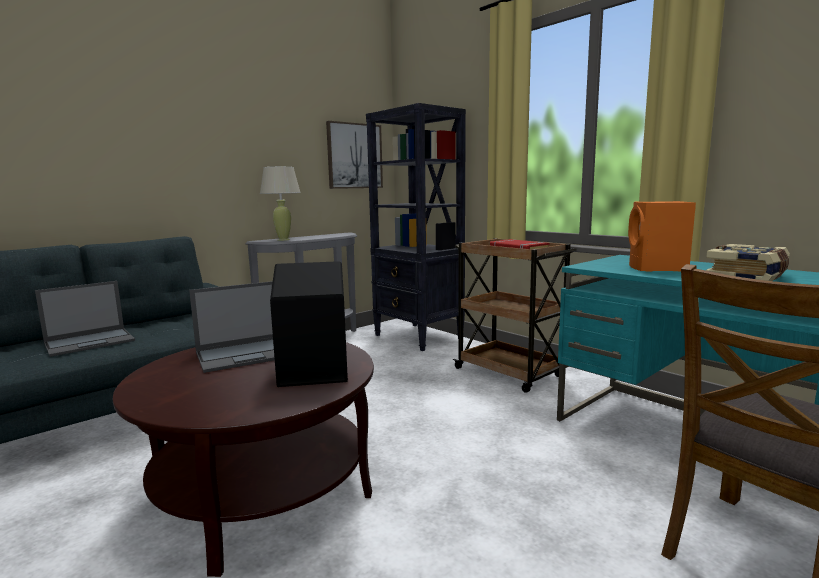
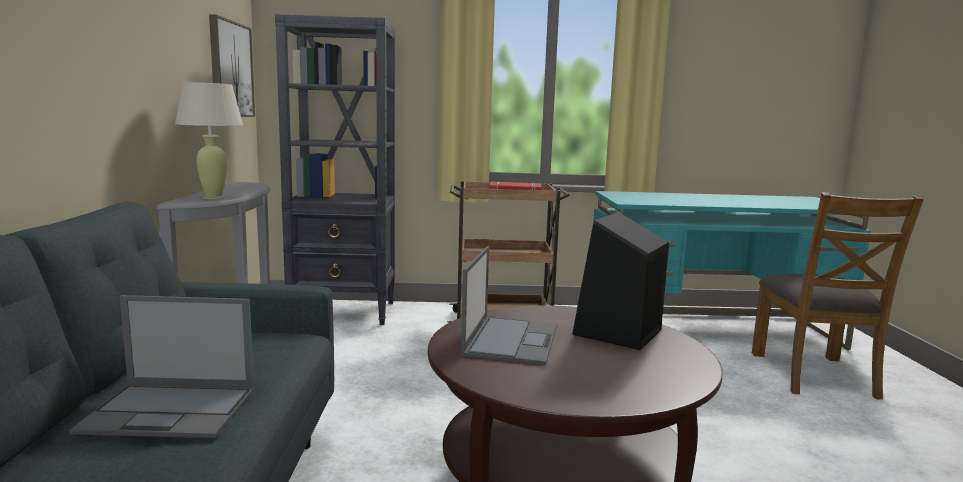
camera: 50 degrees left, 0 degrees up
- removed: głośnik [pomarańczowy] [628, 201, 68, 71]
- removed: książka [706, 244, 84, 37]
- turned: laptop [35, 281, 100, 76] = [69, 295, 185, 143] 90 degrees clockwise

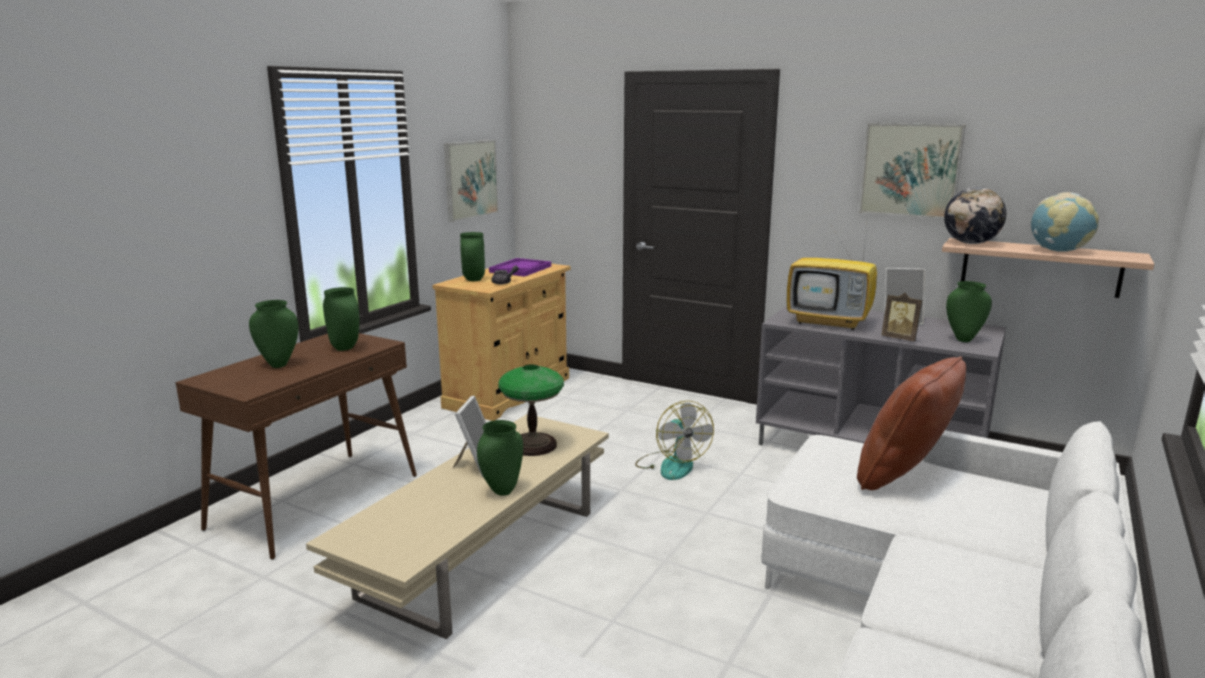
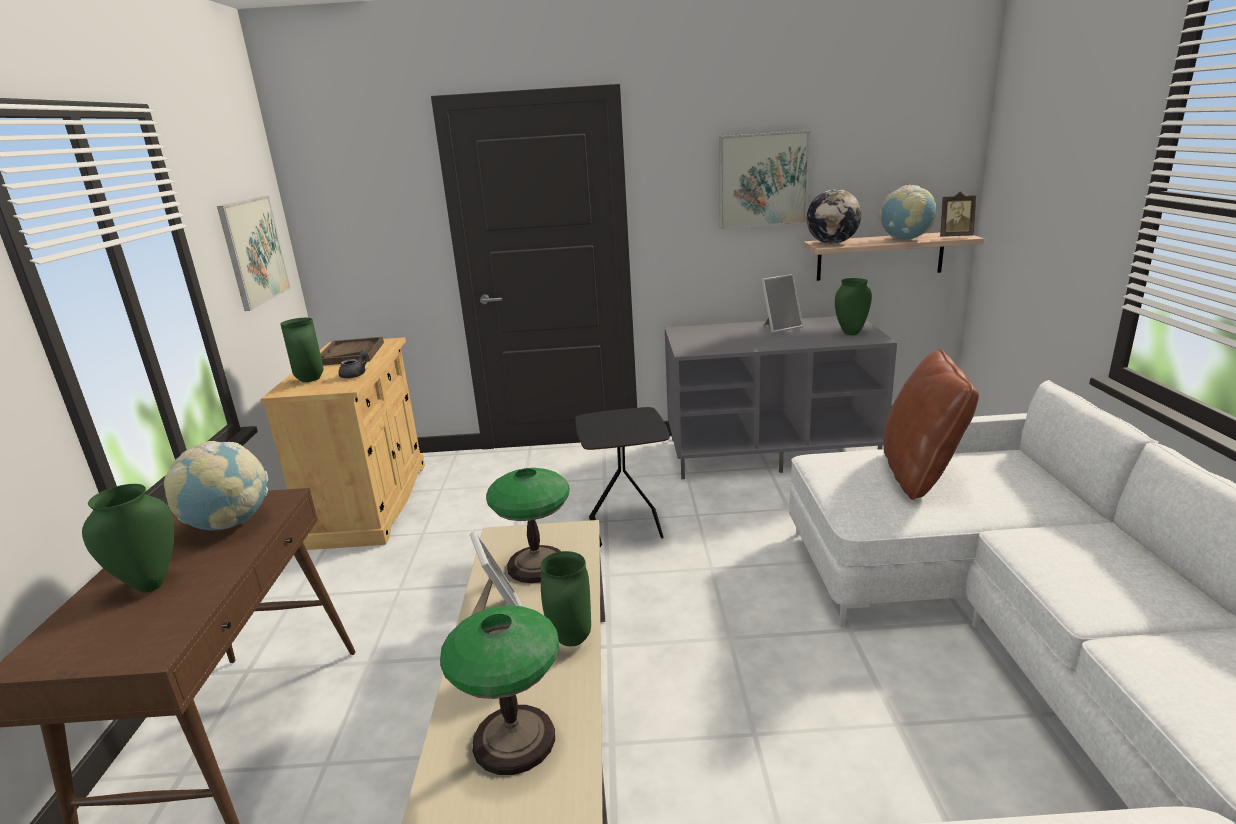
camera: 30 degrees left, 5 degrees up
- removed: telewizor [787, 226, 90, 104]
- recoloured: taca [fioletowy] [489, 258, 62, 19] to taca [brązowy] [321, 337, 63, 28]
- replaced: wazon [zielony] [323, 287, 36, 64] to globus [164, 441, 104, 89]
- moved: ramka na zdjęcie [881, 293, 41, 48] to [940, 192, 36, 45]
- replaced: wentylator [635, 401, 79, 79] to stolik [czarny] [575, 407, 95, 140]
- added: lampa stołowa [440, 605, 119, 170]

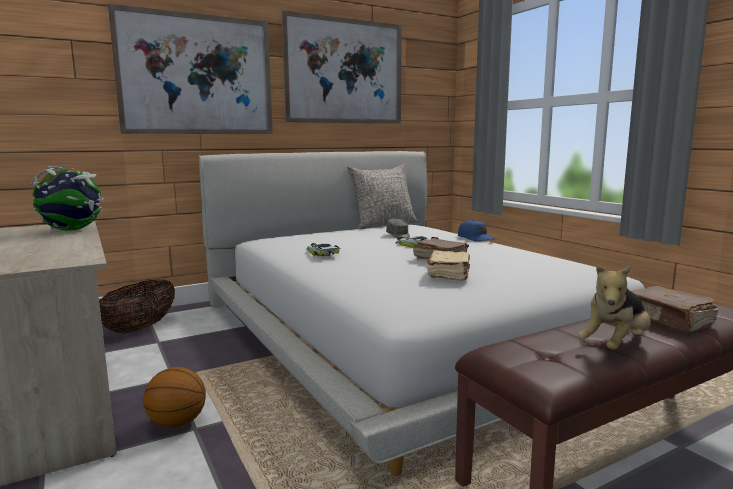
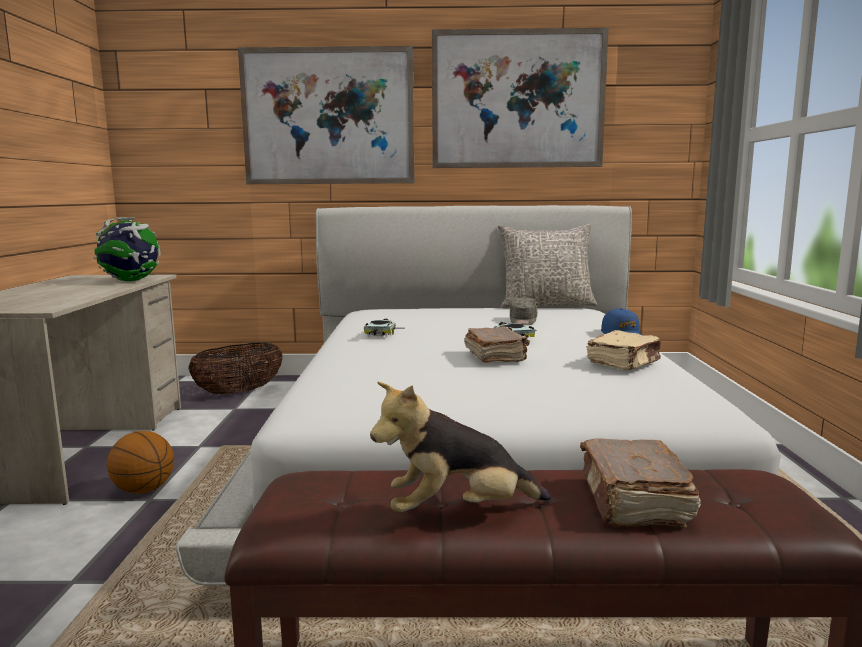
camera: 30 degrees right, 0 degrees up
- moved: książka [beżowy] [427, 250, 43, 31] to [587, 330, 74, 40]

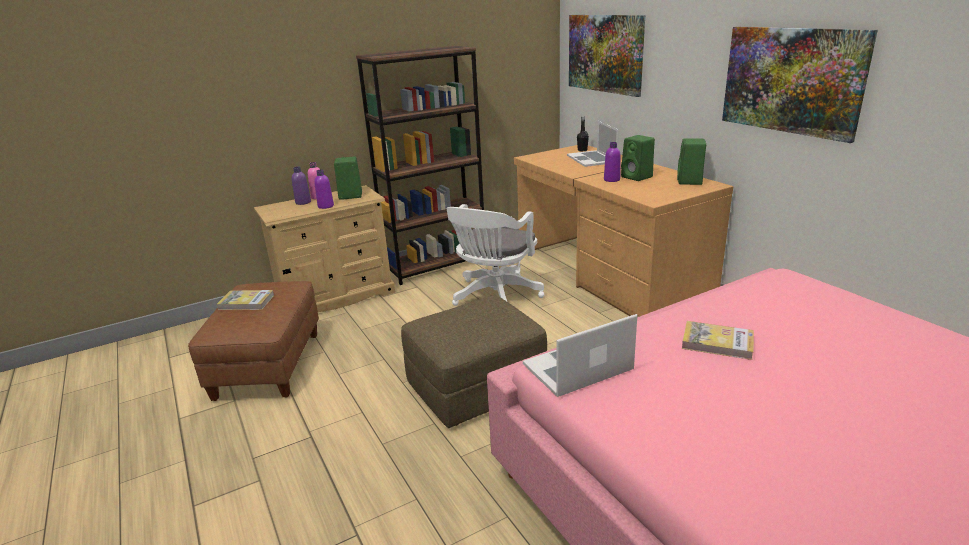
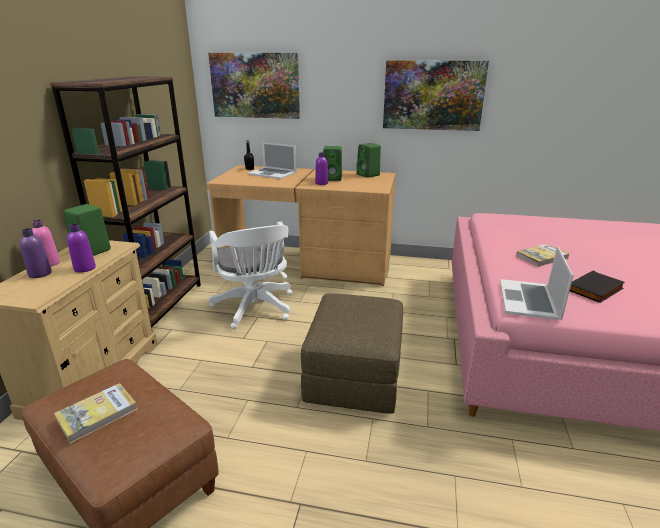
camera: 50 degrees left, 0 degrees up
- added: książka [czarny] [570, 271, 55, 32]

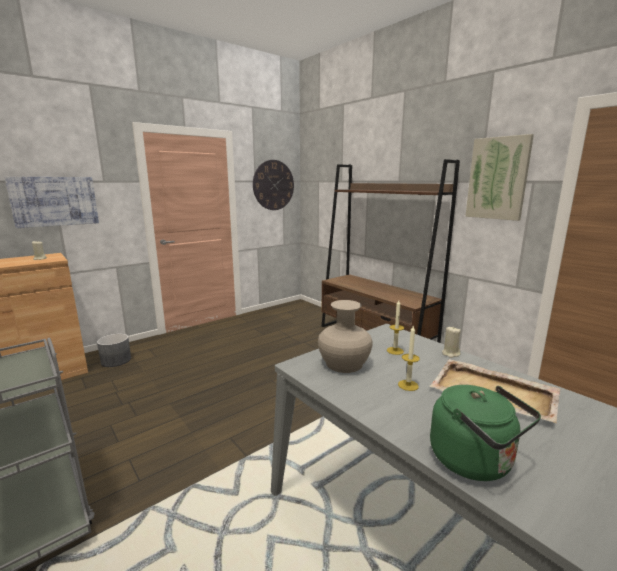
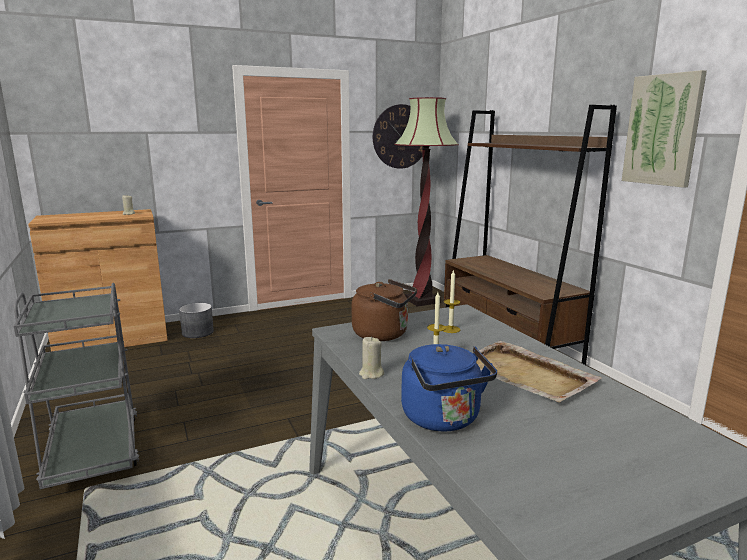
camera: 15 degrees right, 0 degrees up
- removed: obraz [4, 177, 95, 51]
- replaced: wazon [beżowy] [318, 300, 55, 73] to czajnik [brązowy] [352, 279, 65, 62]
- moved: świeca [beżowy] [442, 327, 19, 31] to [359, 336, 25, 43]
- recoloured: czajnik [zielony] [430, 385, 111, 96] to czajnik [niebieski] [401, 344, 96, 87]
- added: lampa stojąca [394, 97, 65, 210]

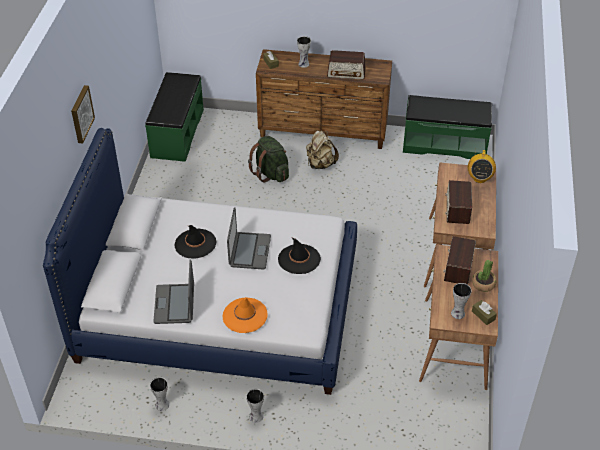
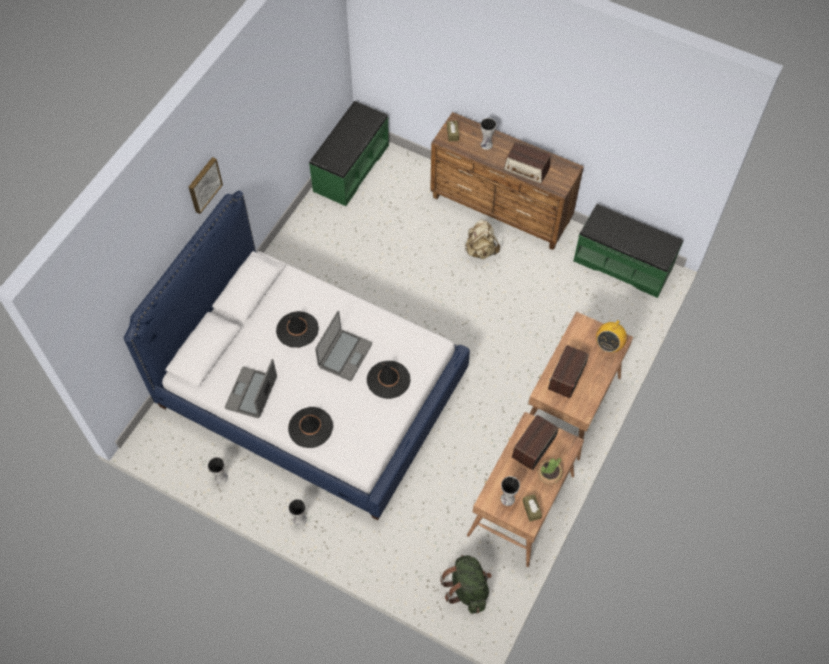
camera: 20 degrees right, 15 degrees up
- moved: plecak [zielony] [248, 136, 41, 46] to [440, 555, 52, 59]
- recoloured: kapelusz [pomarańczowy] [223, 297, 44, 36] to kapelusz [czarny] [288, 407, 45, 41]

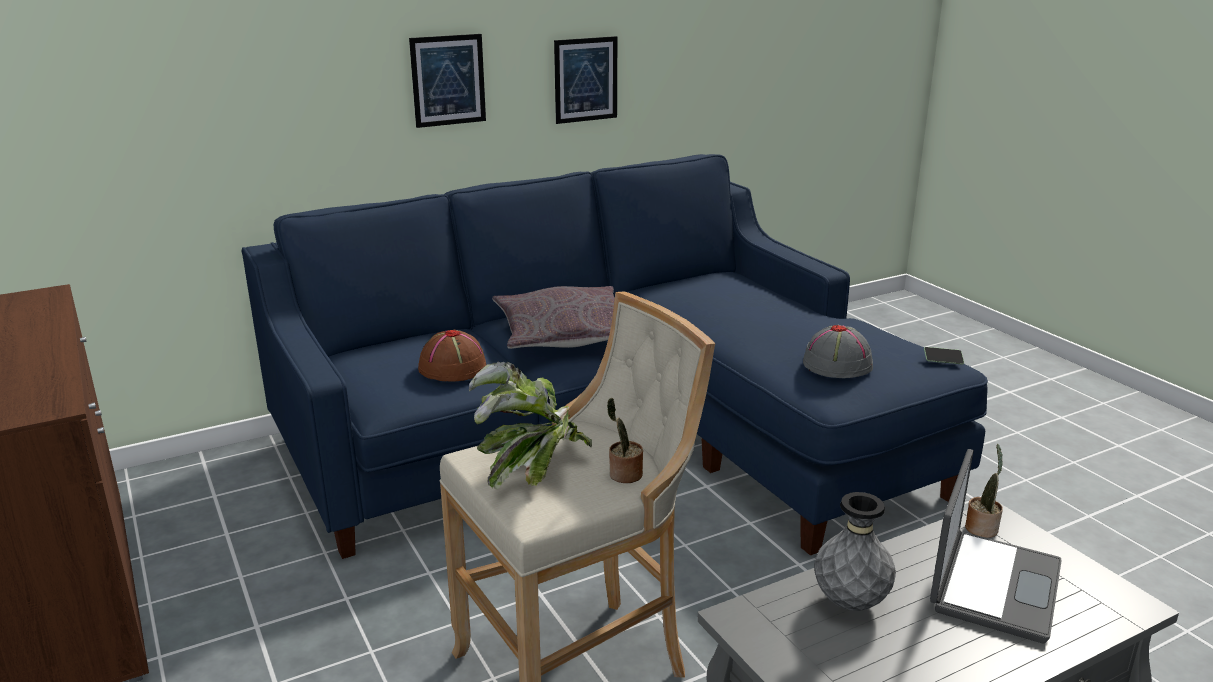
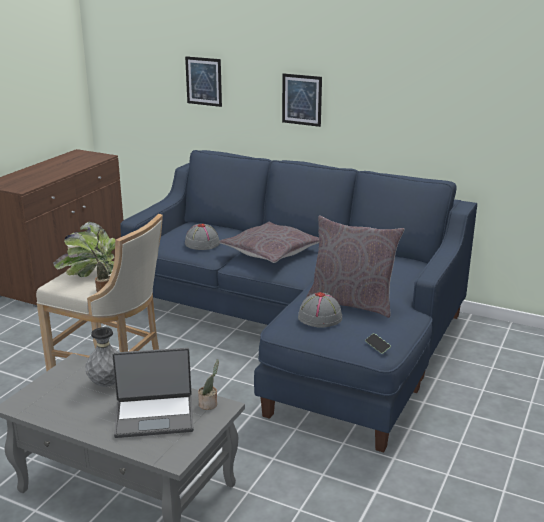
camera: 55 degrees right, 0 degrees up
- moved: obraz [554, 36, 63, 88] to [185, 56, 37, 51]
- recoloured: kapelusz [brązowy] [418, 330, 68, 52] to kapelusz [szary] [185, 223, 35, 27]
- added: poduszka [szary] [306, 216, 98, 102]

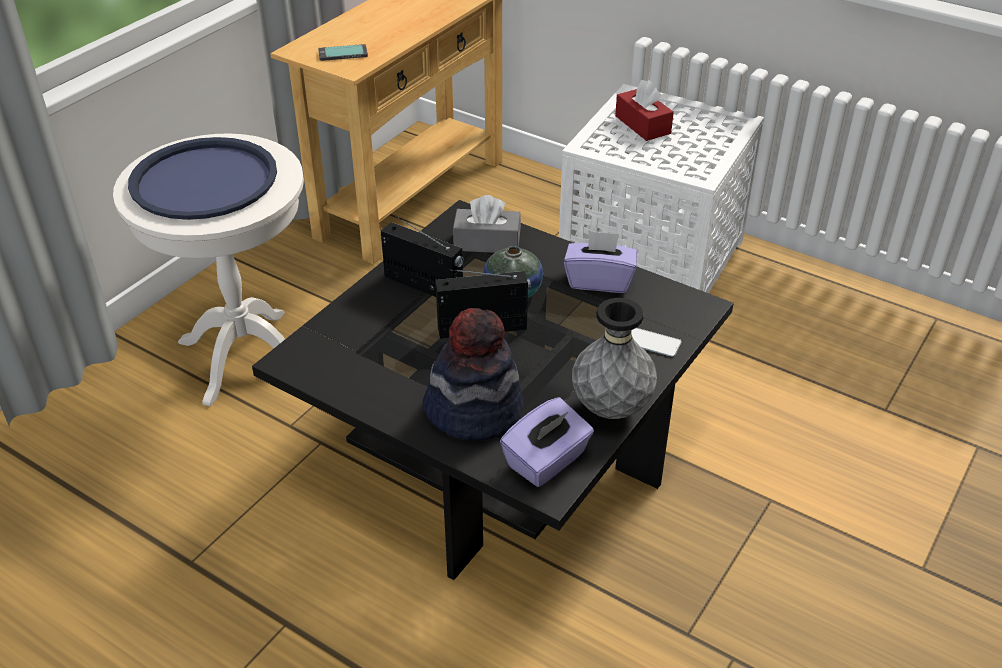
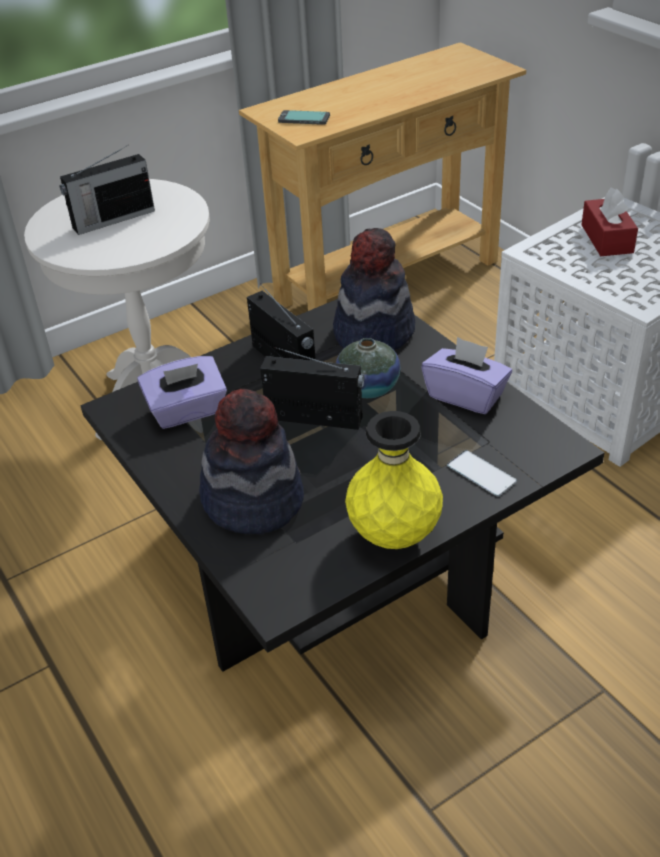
camera: 25 degrees right, 0 degrees up
- replaced: taca [niebieski] [128, 137, 149, 83] to radio [59, 145, 96, 90]
- replaced: pudełko chusteczek [szary] [453, 195, 68, 58] to kapelusz [333, 228, 82, 122]
- recoloured: wazon [szary] [572, 298, 85, 121] to wazon [żółty] [345, 411, 98, 138]
- moved: pudełko chusteczek [fioletowy] [500, 397, 94, 90] to [138, 356, 89, 73]

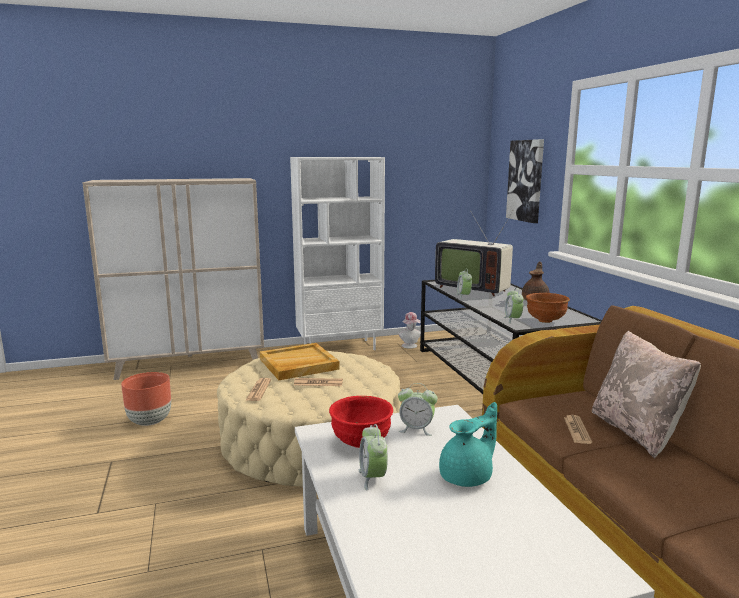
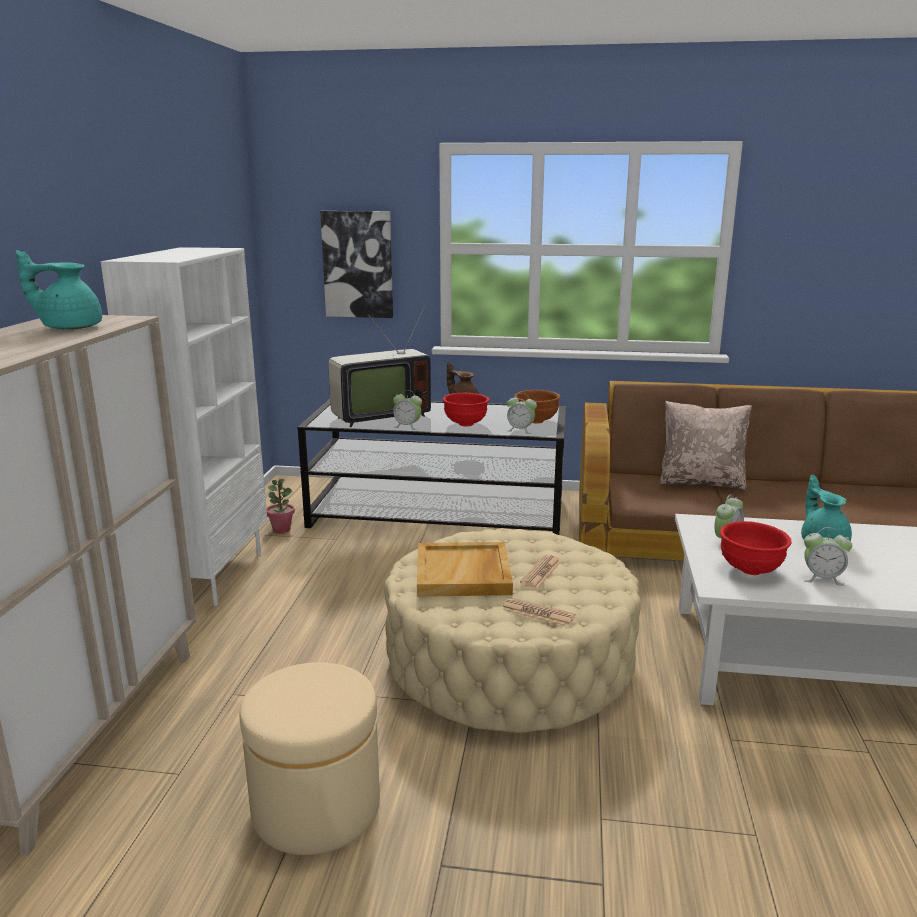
camera: 65 degrees left, 5 degrees up
- replaced: kapelusz [399, 312, 22, 37] to roślina doniczkowa [266, 479, 29, 54]
- replaced: donica [brązowy] [121, 372, 50, 54] to pufa [beżowy] [240, 662, 140, 193]
- removed: gazeta [564, 415, 28, 29]
- added: imbryk [turkusowy] [16, 250, 86, 80]
- added: miska [czerwony] [443, 393, 46, 33]

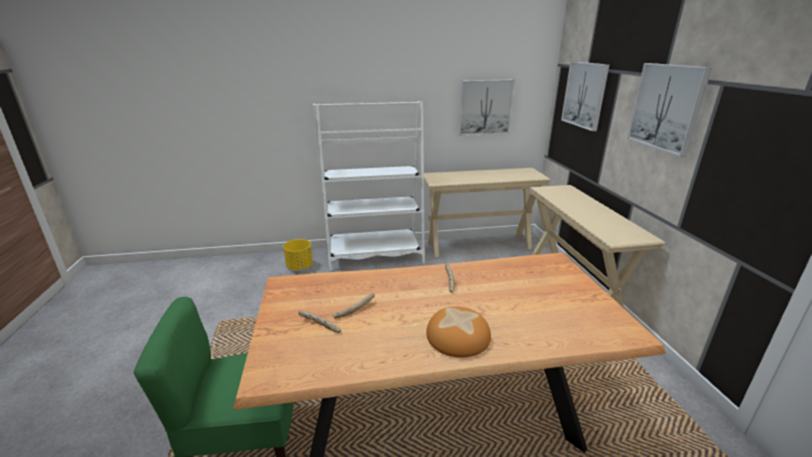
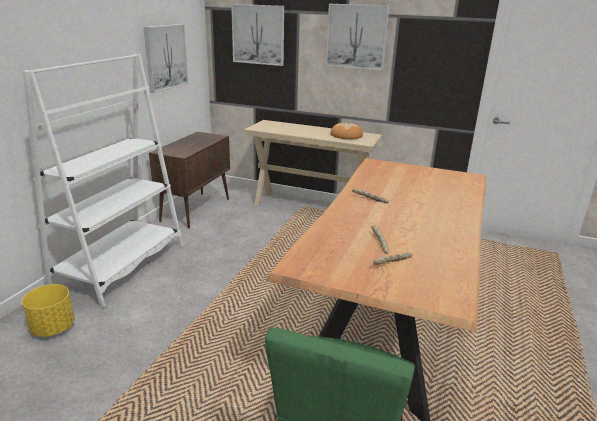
camera: 60 degrees left, 0 degrees up
- replaced: stolik konsolowy [beżowy] [424, 168, 128, 89] to szafka [brązowy] [149, 132, 81, 97]
- moved: chleb [426, 306, 65, 52] to [331, 123, 32, 16]

